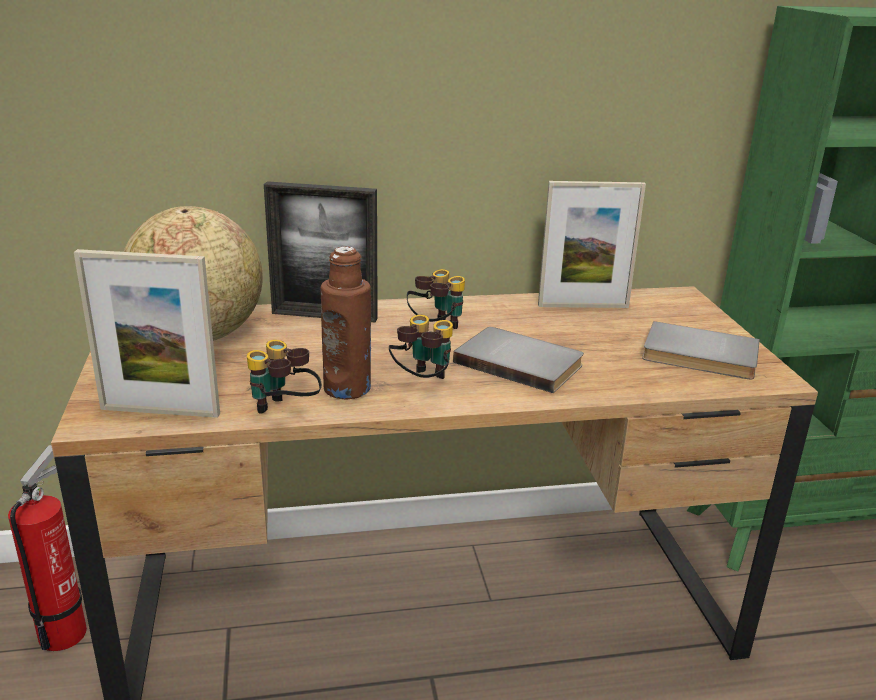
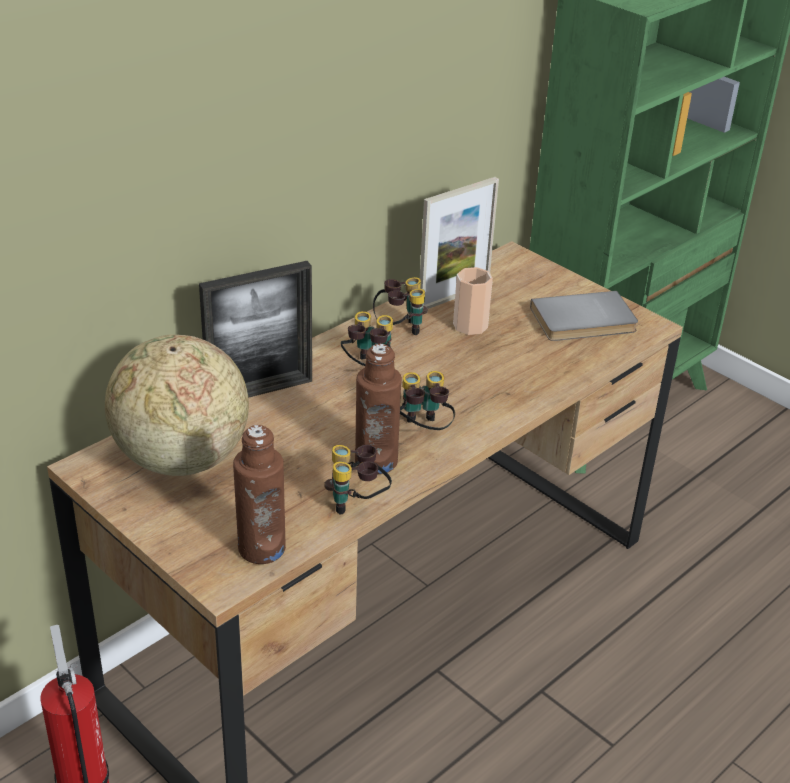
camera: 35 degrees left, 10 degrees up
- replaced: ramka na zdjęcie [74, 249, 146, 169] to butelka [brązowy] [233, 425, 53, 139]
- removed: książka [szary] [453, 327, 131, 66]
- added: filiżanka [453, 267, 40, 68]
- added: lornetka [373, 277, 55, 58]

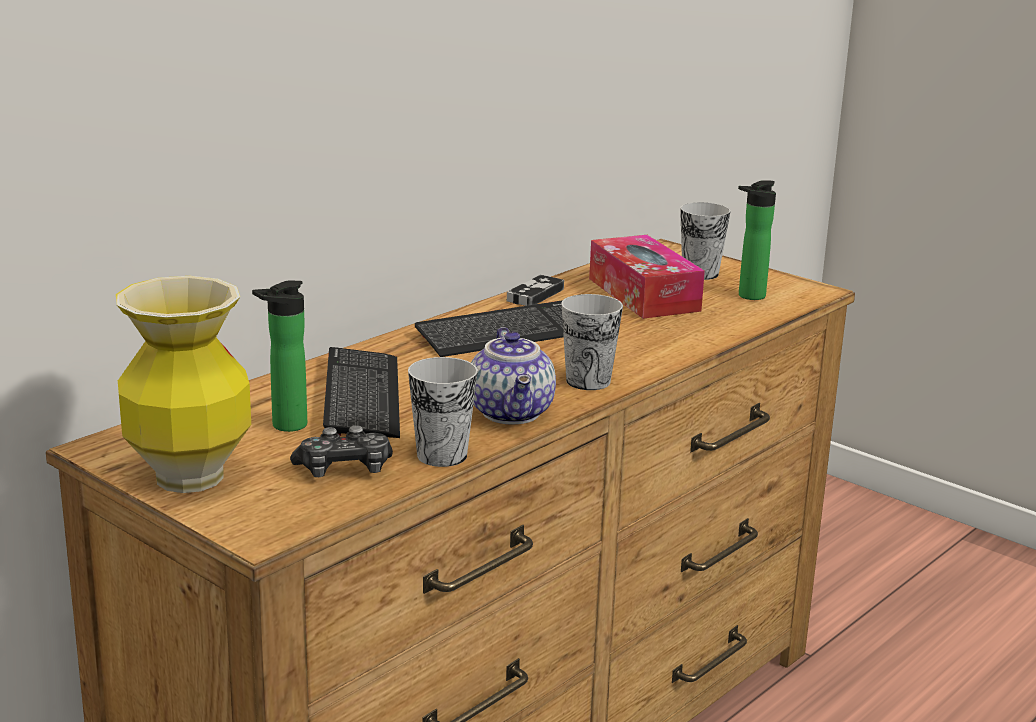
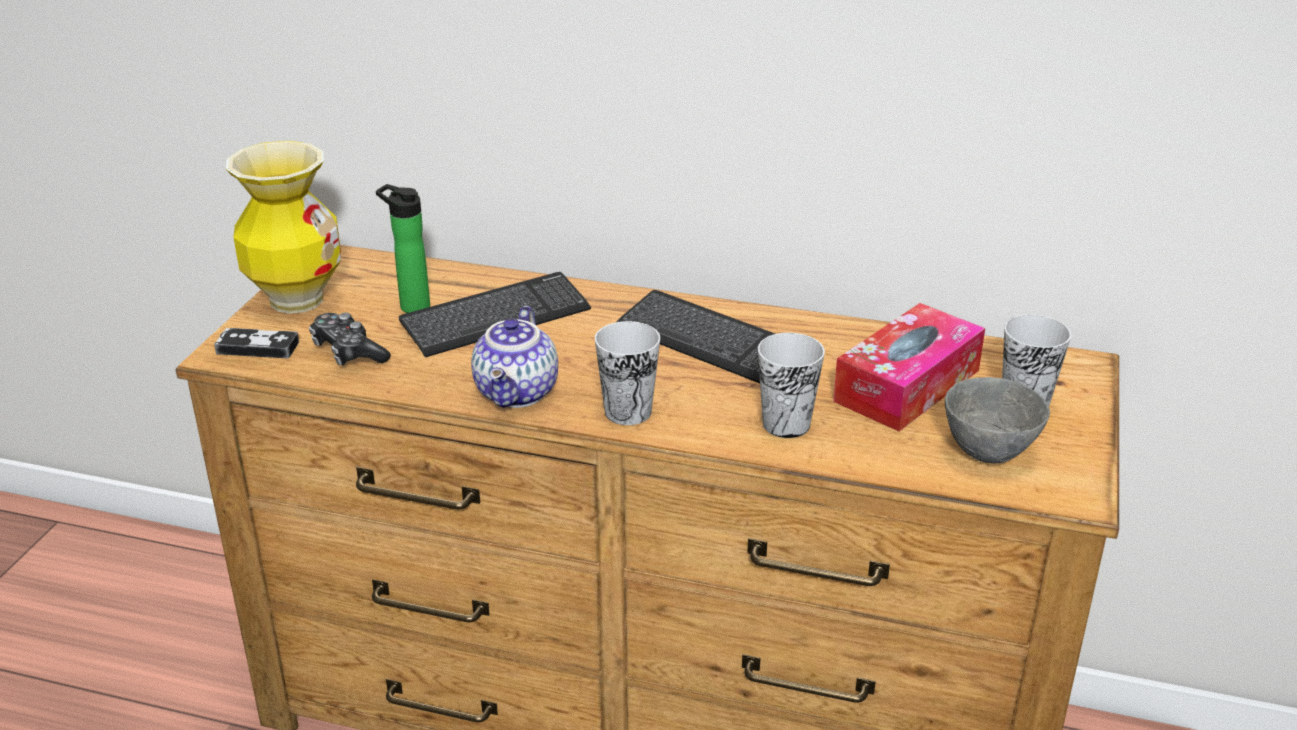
camera: 65 degrees right, 10 degrees up
- replaced: butelka [738, 180, 38, 120] to miska [szary] [945, 377, 105, 86]
- moved: pad do gier [507, 275, 57, 31] to [214, 328, 85, 30]
- turned: imbryk [471, 327, 85, 97] = [471, 305, 87, 103] 45 degrees counterclockwise
- moved: filiżanka [408, 357, 70, 110] to [758, 333, 67, 105]

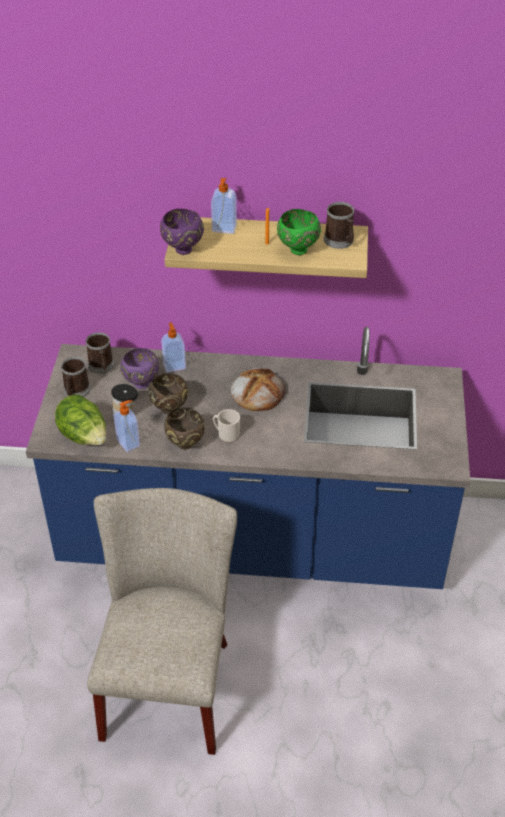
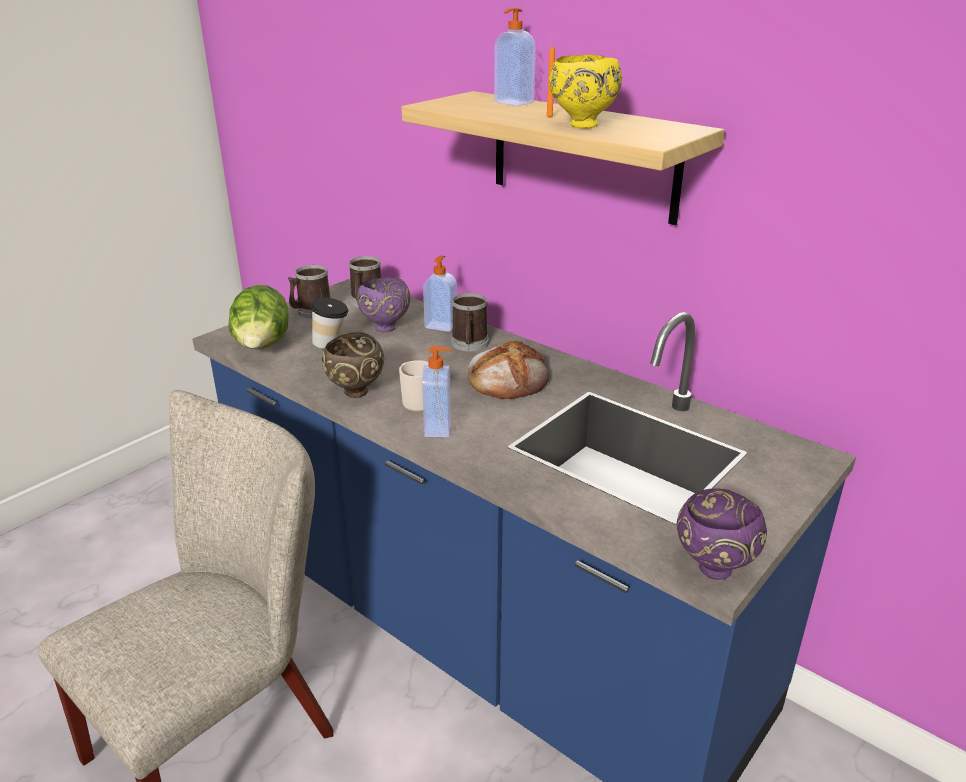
camera: 35 degrees right, 15 degrees down
- moved: kubek [324, 202, 30, 47] to [451, 293, 38, 58]
- moved: miska [fioletowy] [160, 209, 44, 46] to [677, 489, 90, 91]
- recoloured: miska [zielony] [277, 209, 44, 46] to miska [żółty] [549, 55, 73, 74]
- removed: miska [brązowy] [148, 373, 40, 41]
- moved: dozownik mydła [114, 400, 26, 52] to [422, 346, 29, 91]

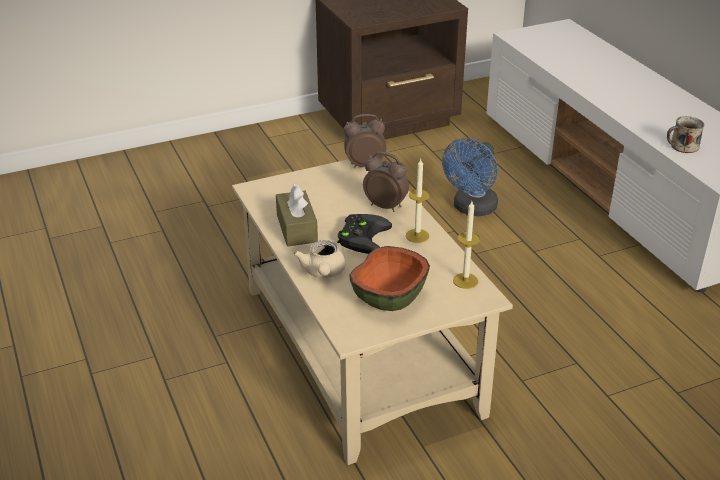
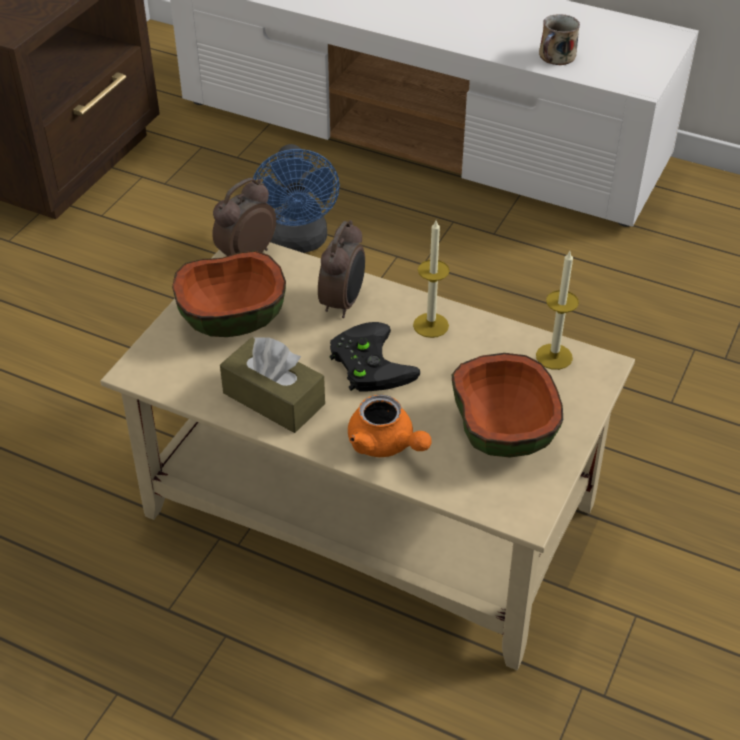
camera: 40 degrees left, 10 degrees up
- turned: budzik [363, 152, 46, 60] = [318, 220, 47, 98] 120 degrees clockwise
- recoloured: imbryk [beżowy] [293, 240, 53, 38] to imbryk [pomarańczowy] [348, 395, 84, 62]
- added: miska [172, 250, 114, 87]

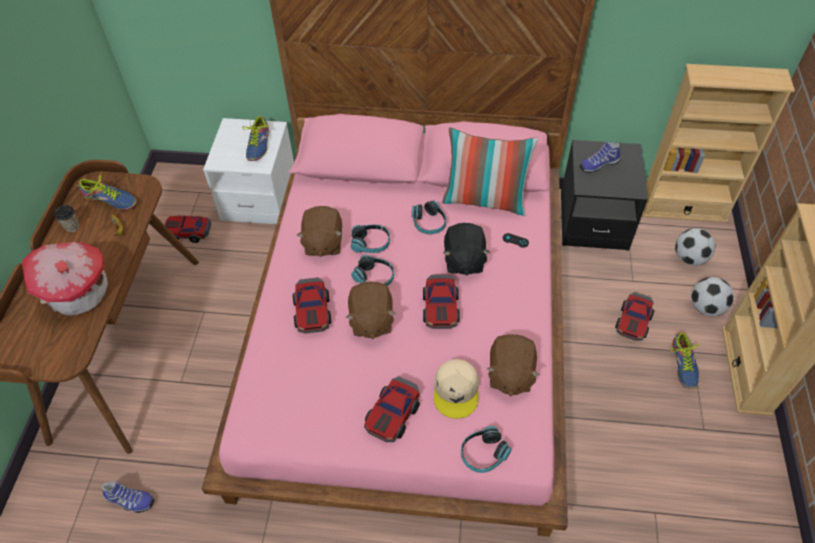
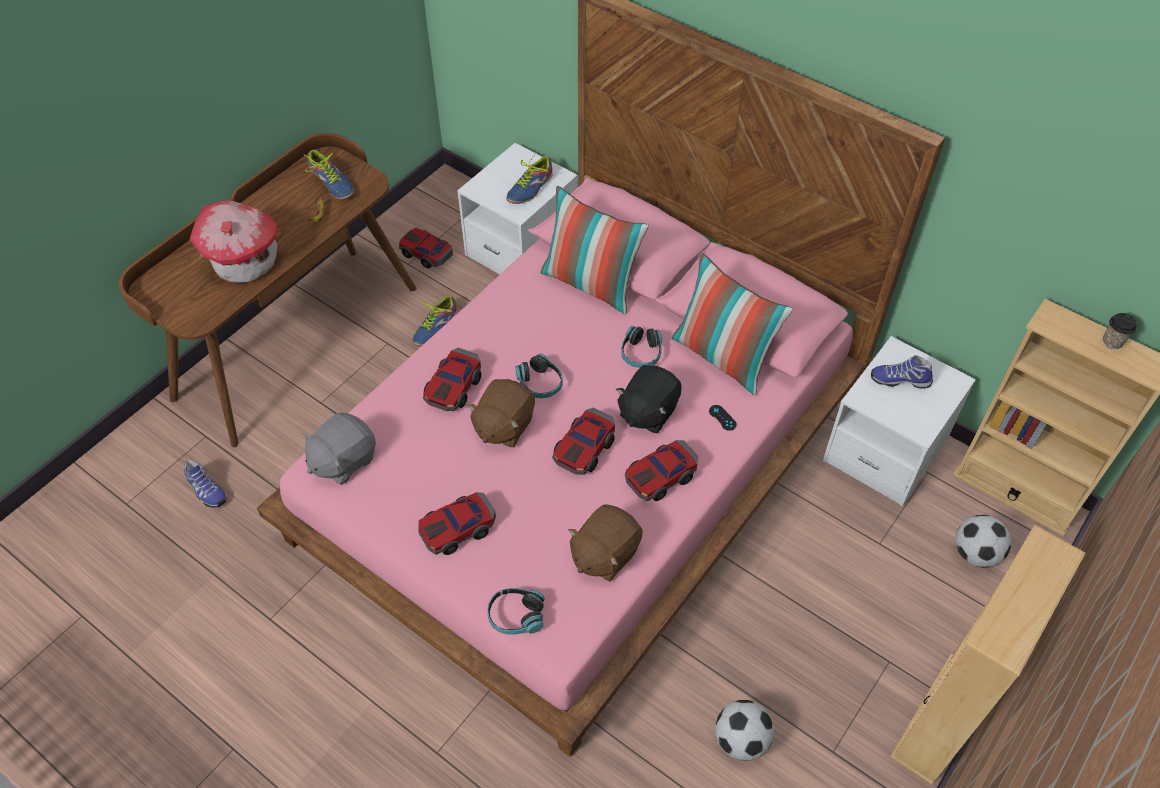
camera: 30 degrees right, 0 degrees up
- recoloured: szafka nocna [czarny] [561, 140, 87, 111] to szafka nocna [biały] [823, 336, 153, 170]
- moved: filiżanka [54, 205, 26, 27] to [1103, 313, 34, 36]
- removed: pluszak [brązowy] [297, 206, 45, 51]
- removed: słuchawki [351, 224, 39, 29]
- moved: piłka futbolowa [691, 277, 43, 39] to [715, 700, 60, 61]
- moved: samochodzik [615, 292, 39, 49] to [625, 440, 73, 61]
- moved: but [670, 332, 29, 57] to [412, 292, 45, 54]
- removed: czapka z daszkiem [beżowy] [434, 359, 45, 60]
- added: poduszka [541, 186, 108, 128]
- added: pluszak [szary] [302, 413, 74, 72]

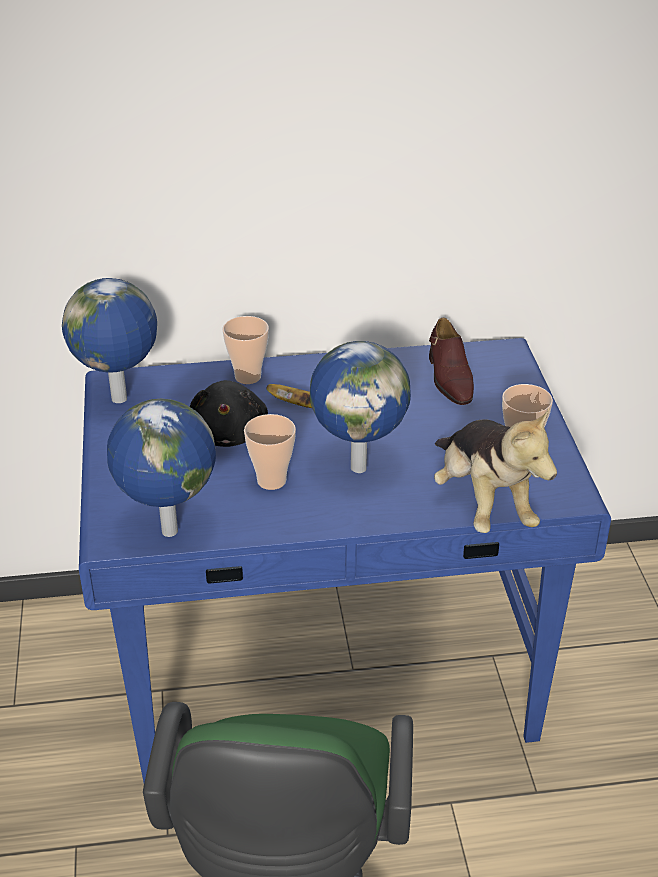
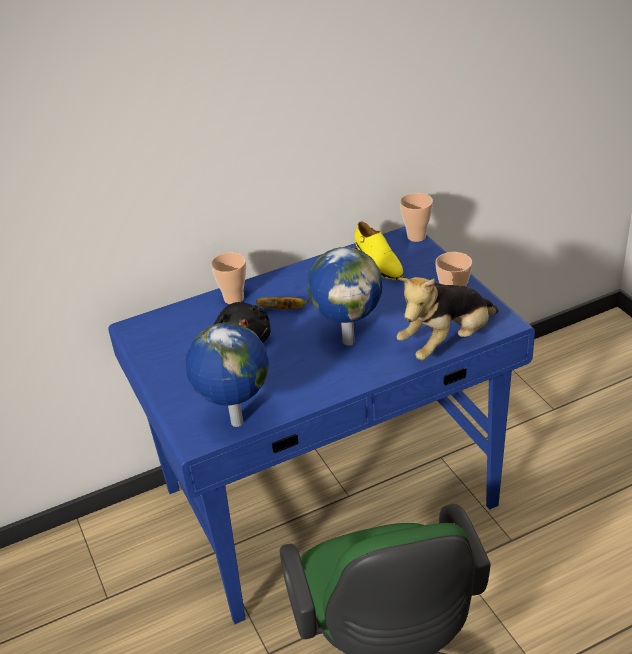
camera: 15 degrees left, 0 degrees up
- removed: globus [62, 278, 95, 125]
- recoloured: but [brązowy] [429, 318, 45, 87] to but [żółty] [355, 222, 49, 58]
- turned: pluszak [434, 408, 123, 125] = [397, 277, 101, 83] 90 degrees clockwise
- moved: filiżanka [244, 414, 52, 76] to [400, 193, 33, 49]

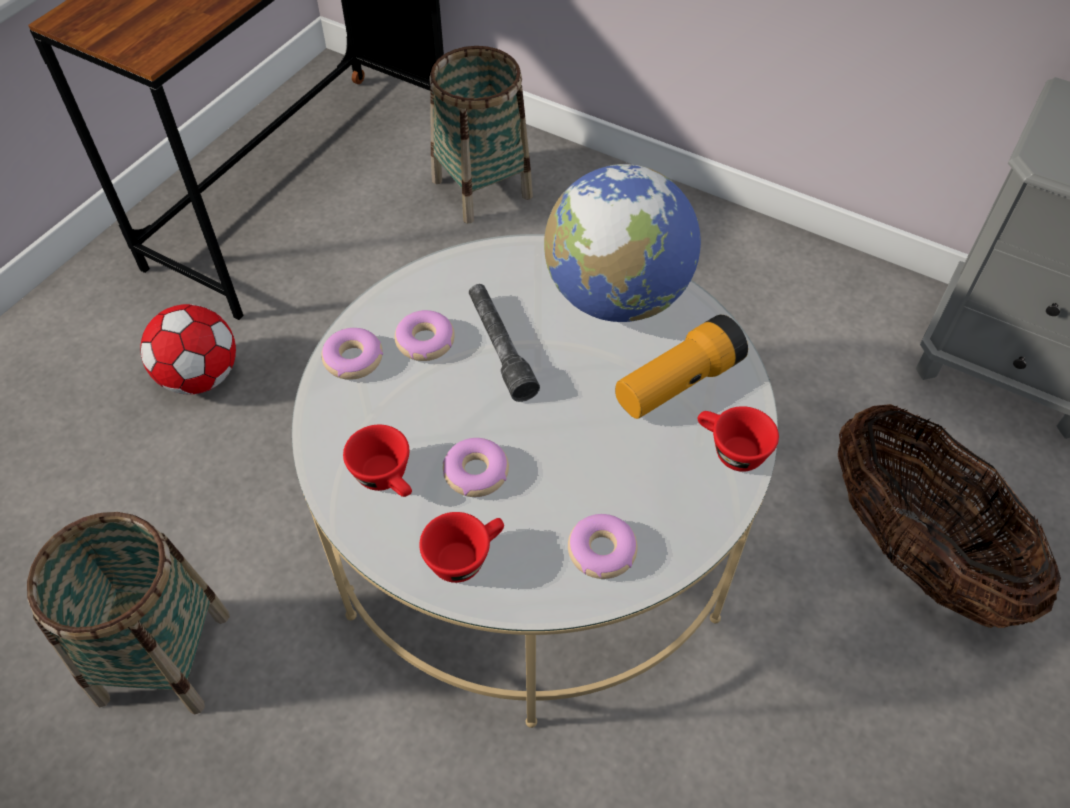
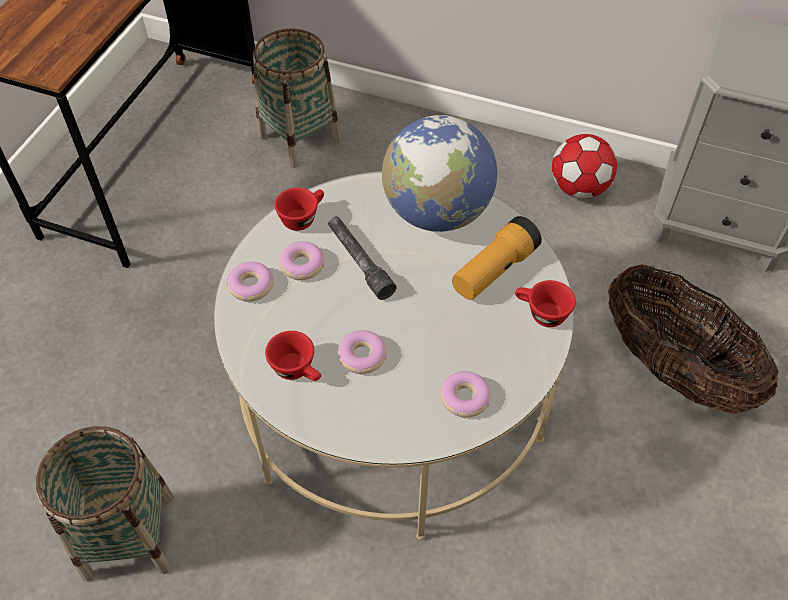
camera: 10 degrees left, 0 degrees up
- moved: piłka futbolowa [140, 304, 96, 91] to [552, 134, 65, 65]
- moved: filiżanka [czerwony] [419, 512, 85, 71] to [274, 188, 50, 43]

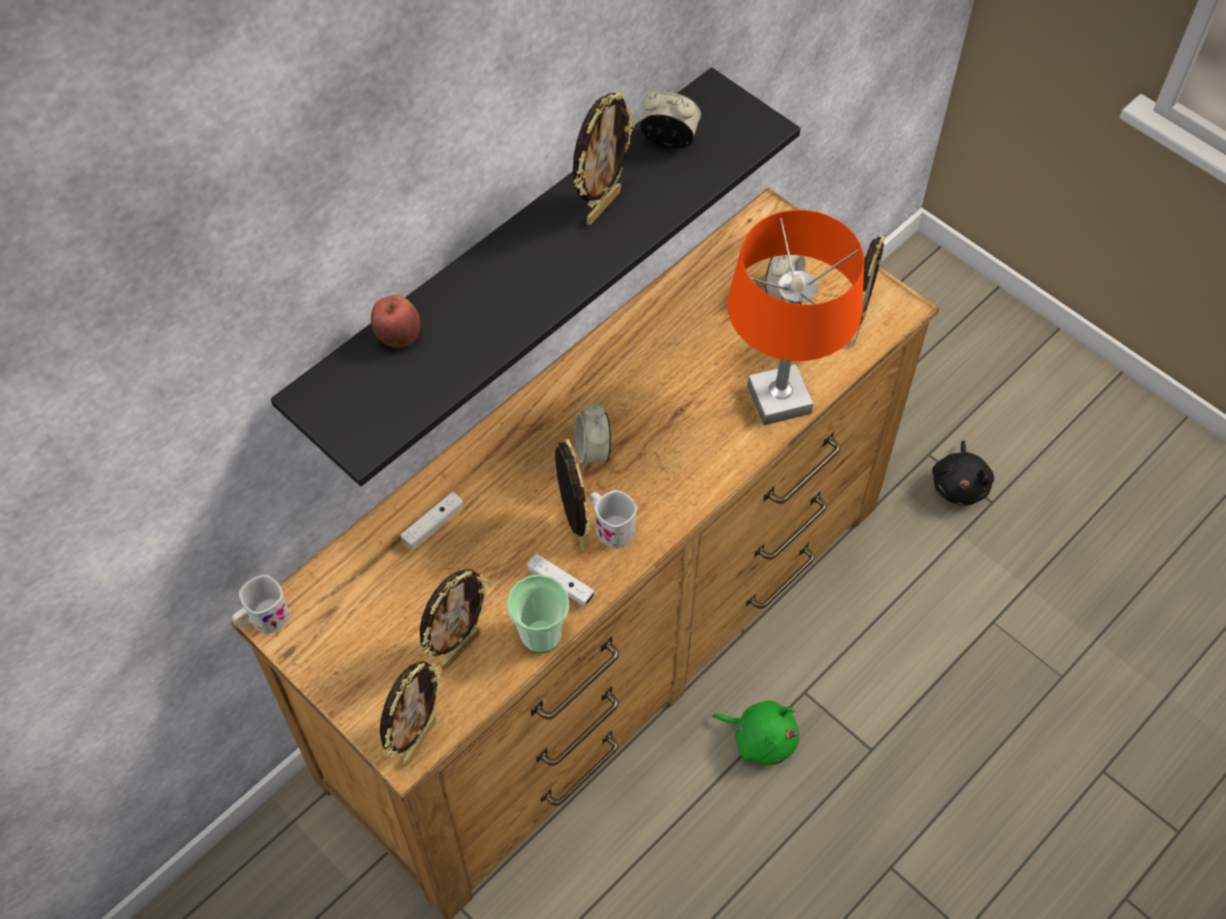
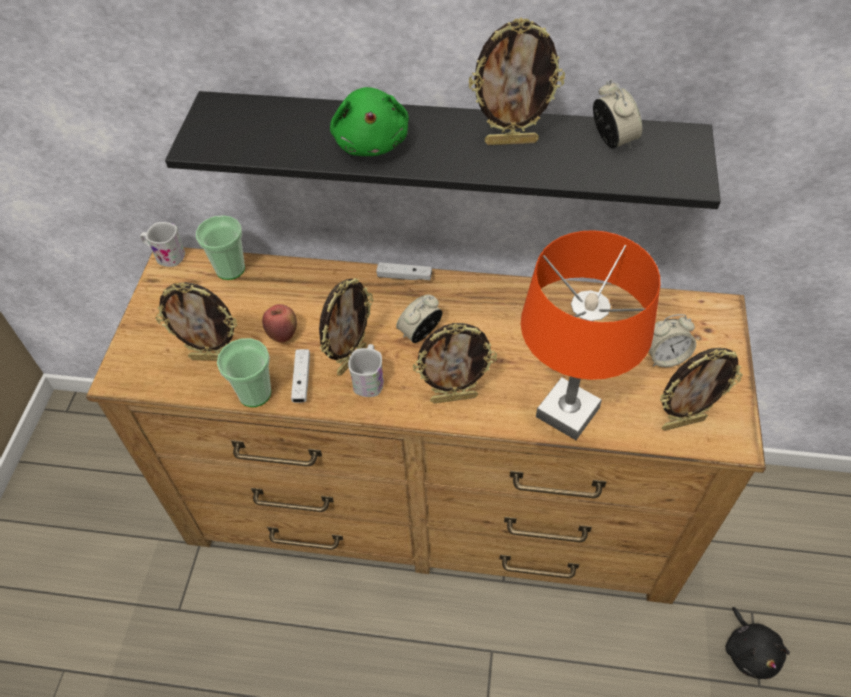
camera: 55 degrees right, 5 degrees down
- moved: jabłko [371, 295, 49, 52] to [262, 304, 35, 39]
- turned: pluszak [czarny] [932, 441, 62, 65] = [726, 607, 64, 72] 75 degrees counterclockwise
- moved: pad do gier [biały] [400, 492, 64, 57] to [376, 262, 56, 18]
- moved: ramka na zdjęcie [380, 661, 62, 106] to [413, 323, 84, 80]
- moved: pluszak [zielony] [712, 700, 87, 65] to [330, 87, 79, 69]
- added: filiżanka [196, 215, 49, 65]

